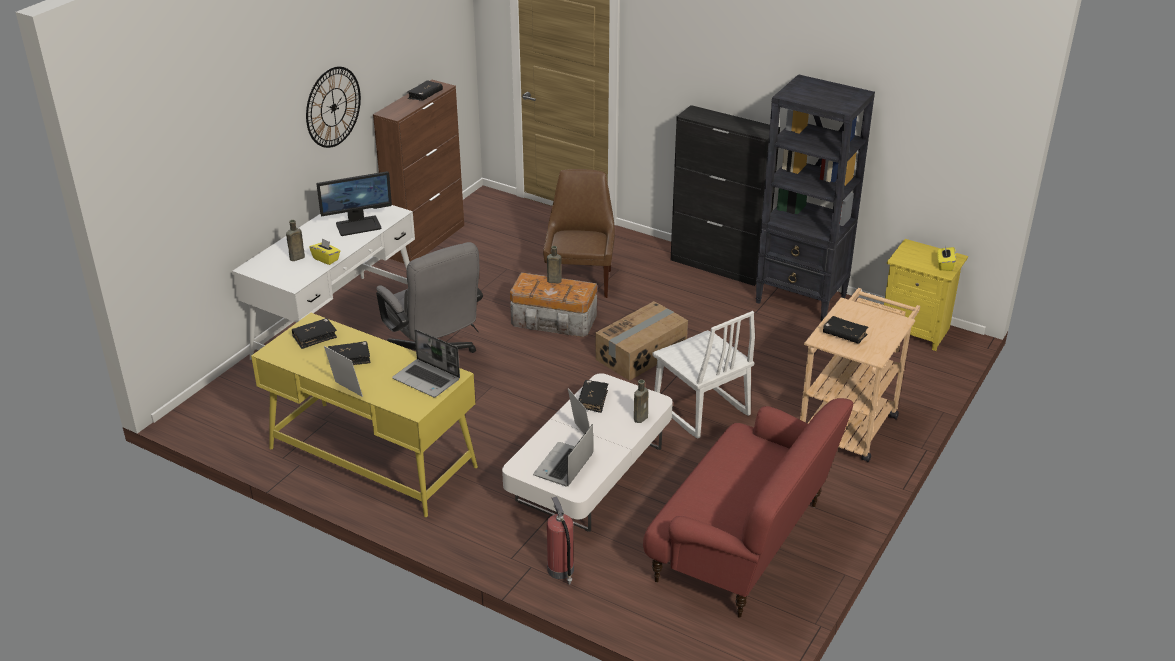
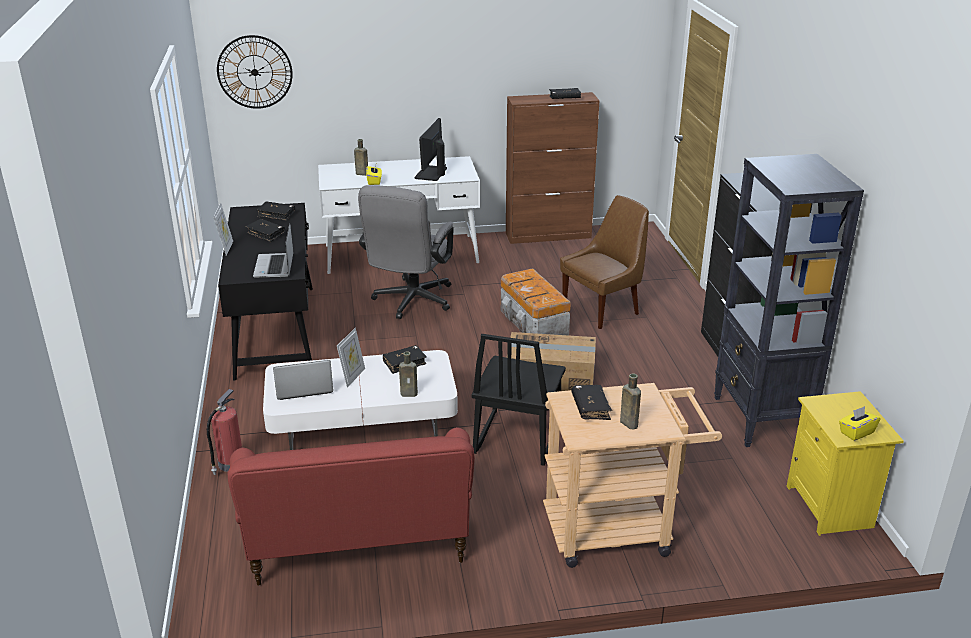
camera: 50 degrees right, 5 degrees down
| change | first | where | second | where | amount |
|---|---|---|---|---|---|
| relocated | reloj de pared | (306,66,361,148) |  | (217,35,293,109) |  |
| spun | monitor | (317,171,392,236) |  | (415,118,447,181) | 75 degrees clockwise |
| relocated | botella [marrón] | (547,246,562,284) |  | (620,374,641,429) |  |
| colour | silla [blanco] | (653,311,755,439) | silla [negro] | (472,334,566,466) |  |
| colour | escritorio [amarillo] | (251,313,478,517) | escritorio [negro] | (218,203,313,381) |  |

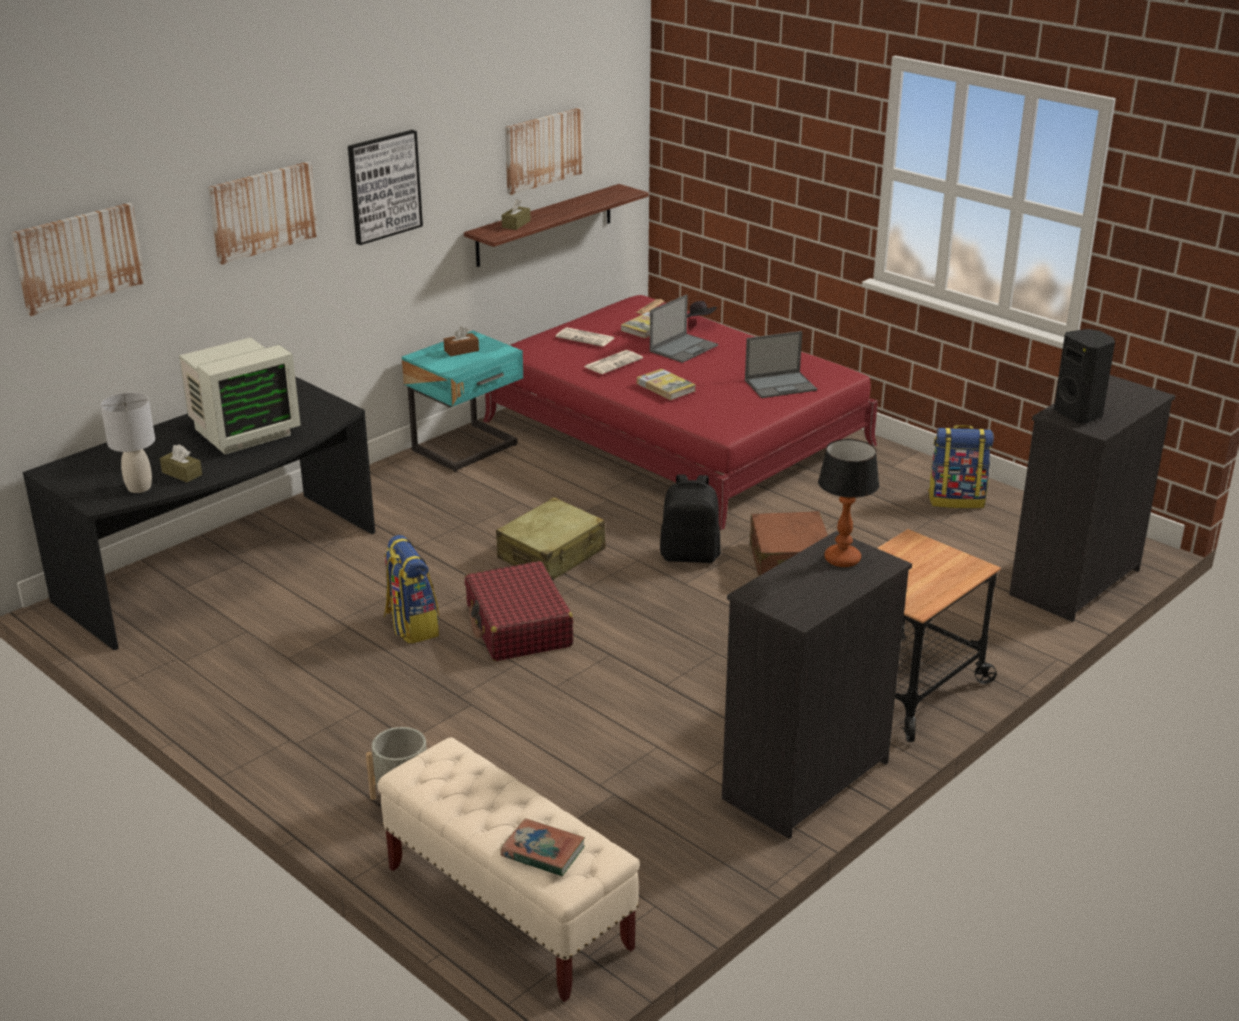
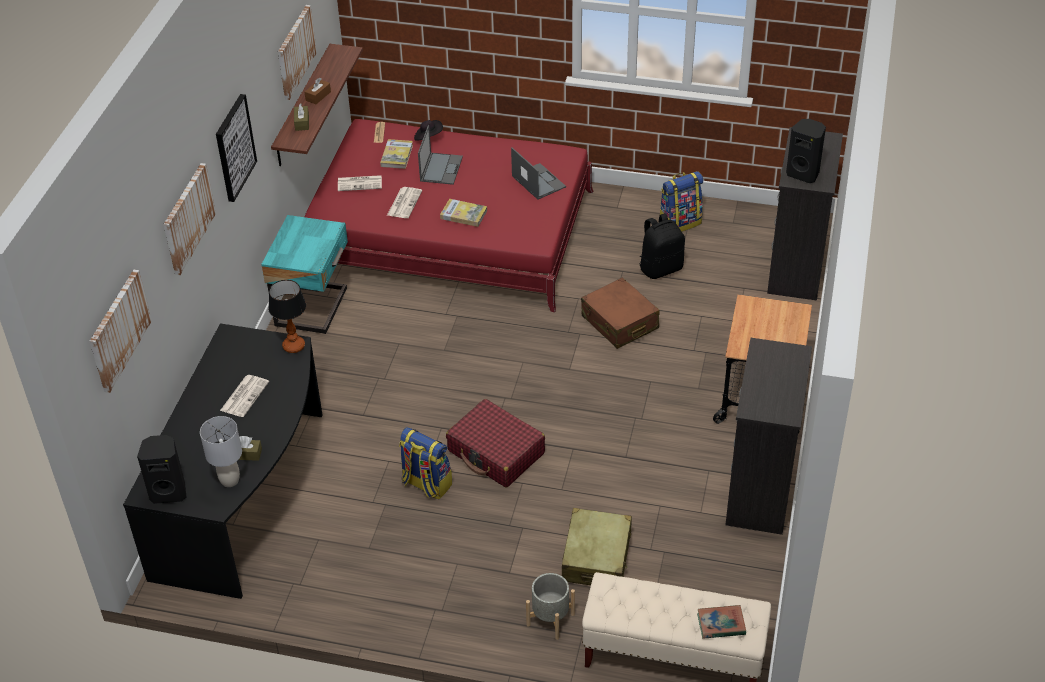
camera: 30 degrees left, 15 degrees up
| change | first | where | second | where | amount |
|---|---|---|---|---|---|
| relocated | caja de pañuelos [marrón] | (444,327,479,356) |  | (305,78,331,104) |  |
| spun | portátil | (745,331,817,398) |  | (511,147,566,200) | 75 degrees counterclockwise |
| exchanged | monitor | (179,337,301,454) | periódico | (220,375,269,417) |  |
| relocated | lámpara de mesa | (818,439,880,567) |  | (268,280,306,353) |  |
| relocated | mochila [negro] | (660,474,721,563) |  | (639,213,685,279) |  |
| relocated | maleta [beis] | (496,497,605,581) |  | (562,508,632,585) |  |
| appeared |  |  | altavoz [negro] | (137,435,186,504) |  |

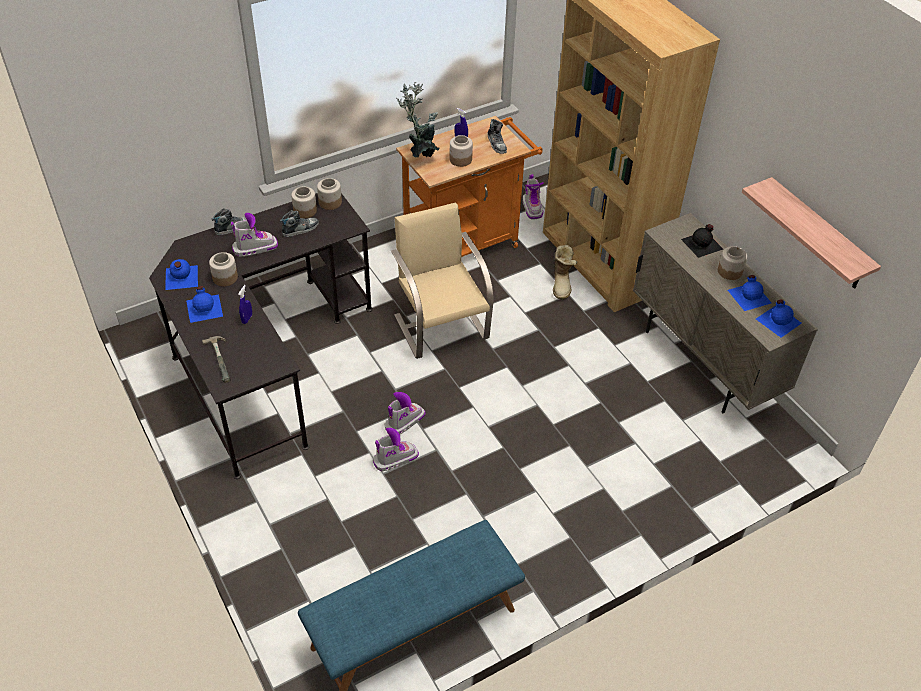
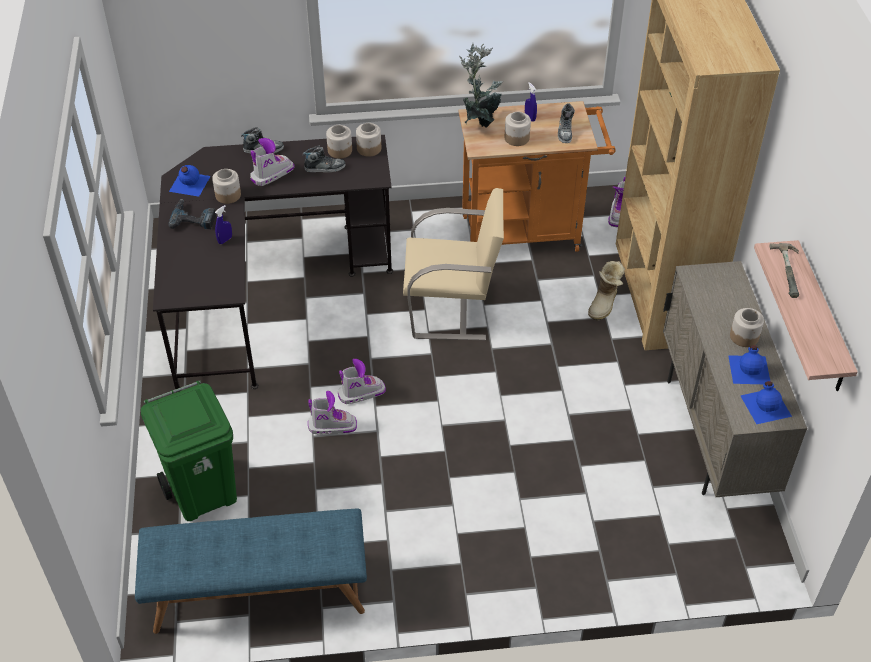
camera: 25 degrees right, 0 degrees up
| change | first | where | second | where | amount |
|---|---|---|---|---|---|
| spun | silla [beis] | (391,203,494,359) |  | (403,188,504,340) | 90 degrees clockwise |
| spun | bota | (231,213,278,257) |  | (250,138,294,186) | 45 degrees counterclockwise |
| missing | botella [negro] | (681,224,723,258) |  |  |  |
| exchanged | botella [azul] | (186,286,223,323) | taladro | (168,199,216,230) |  |
| relocated | martillo | (202,336,230,383) |  | (770,243,799,298) |  |
| appeared |  |  | papelera [verde] | (141,380,237,521) |  |

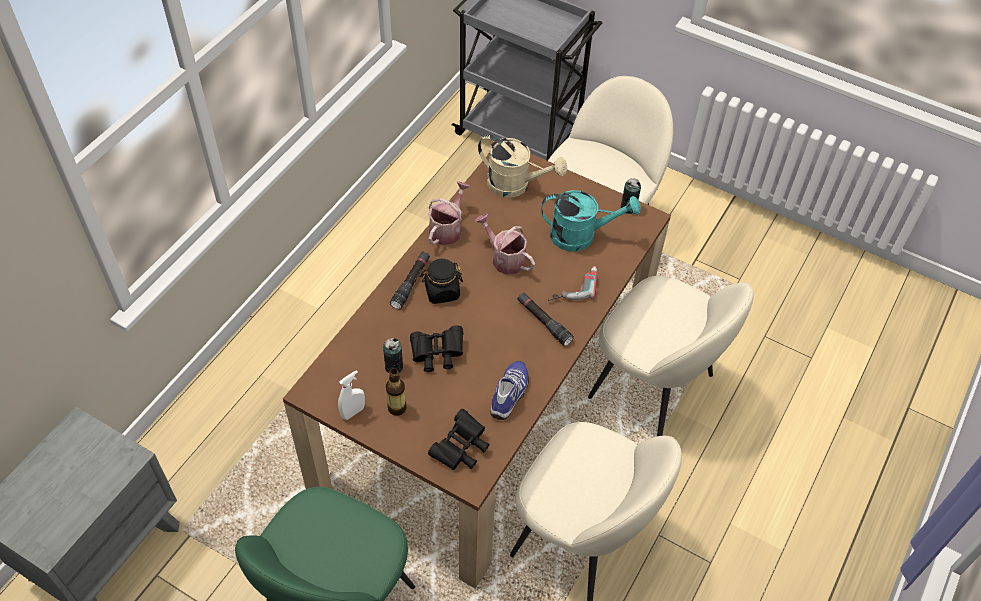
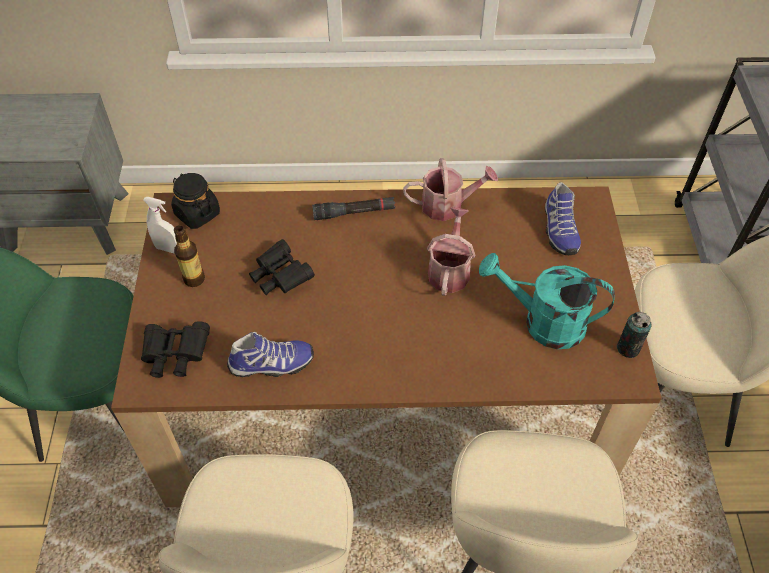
camera: 60 degrees right, 0 degrees up
| change | first | where | second | where | amount |
|---|---|---|---|---|---|
| exchanged | regadera [beis] | (478,135,567,198) | zapato | (545,182,581,255) |  |
| spun | regadera [turquesa] | (541,190,641,252) |  | (479,253,615,349) | 135 degrees clockwise |
| relocated | tarro [negro] | (420,259,463,304) |  | (171,173,220,229) |  |
| missing | taladro | (548,266,598,301) |  |  |  |
| missing | linterna [negro] | (517,292,574,346) |  |  |  |
| missing | lata | (383,338,403,373) |  |  |  |

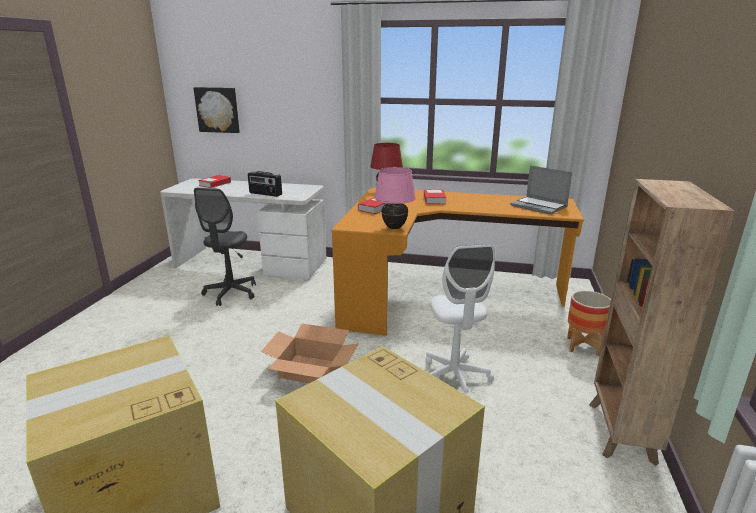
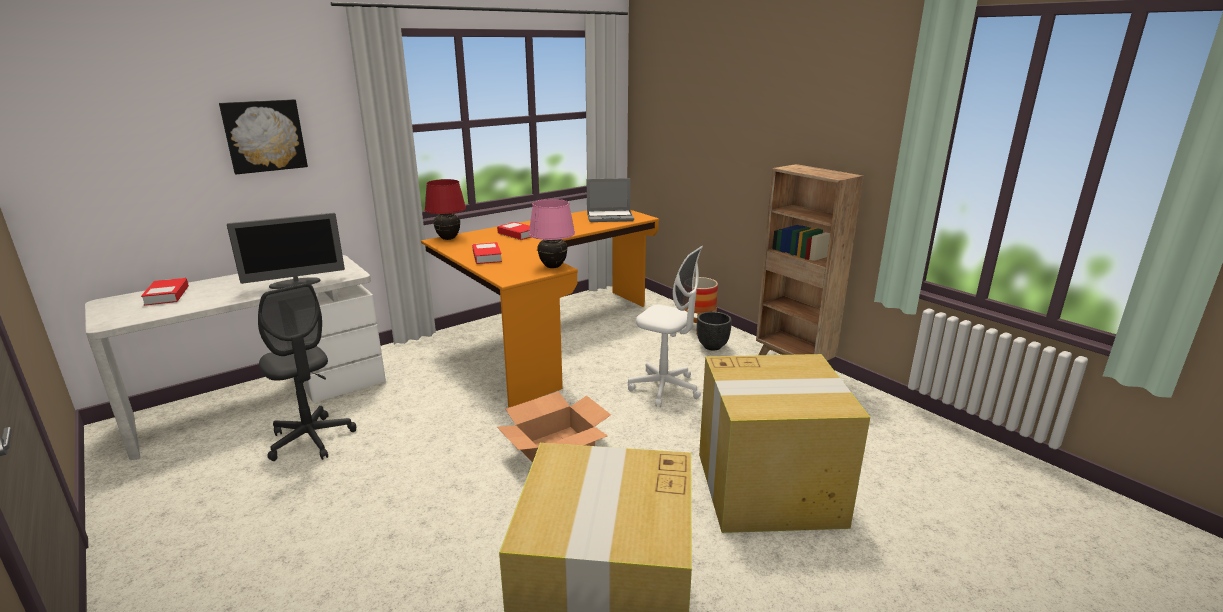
camera: 50 degrees left, 0 degrees up
| change | first | where | second | where | amount |
|---|---|---|---|---|---|
| relocated | cuadro | (194,87,240,133) |  | (219,99,308,174) |  |
| exchanged | radio | (248,171,282,197) | monitor | (227,213,345,289) |  |
| appeared |  |  | maceta [negro] | (697,312,732,350) |  |

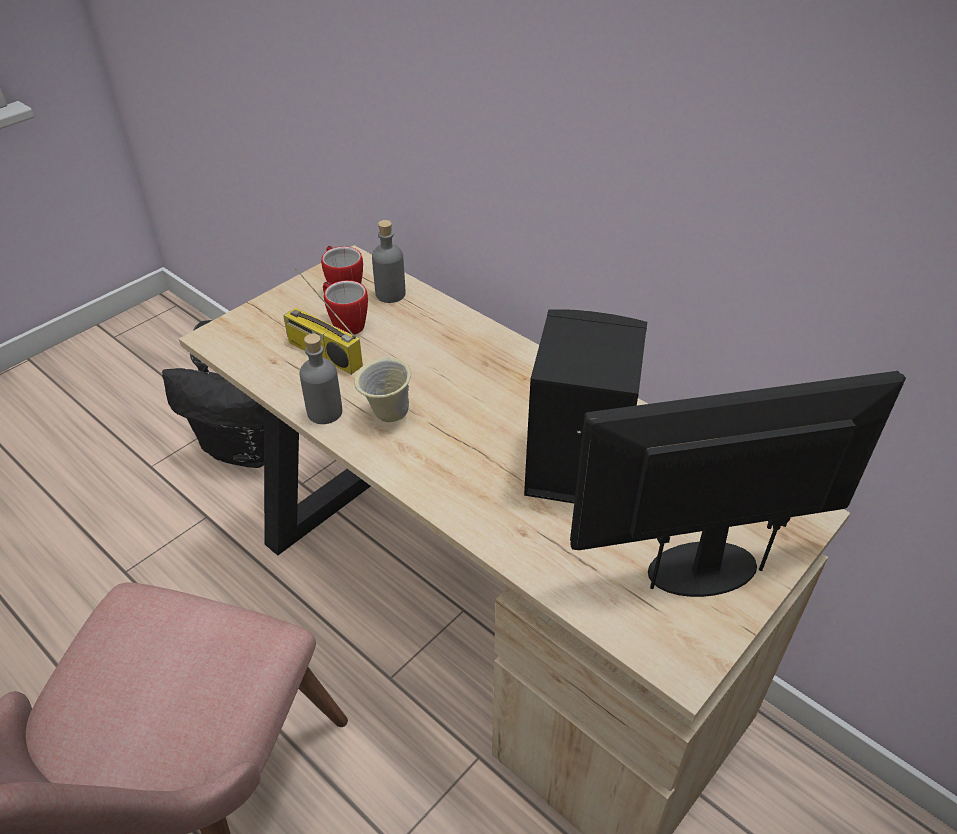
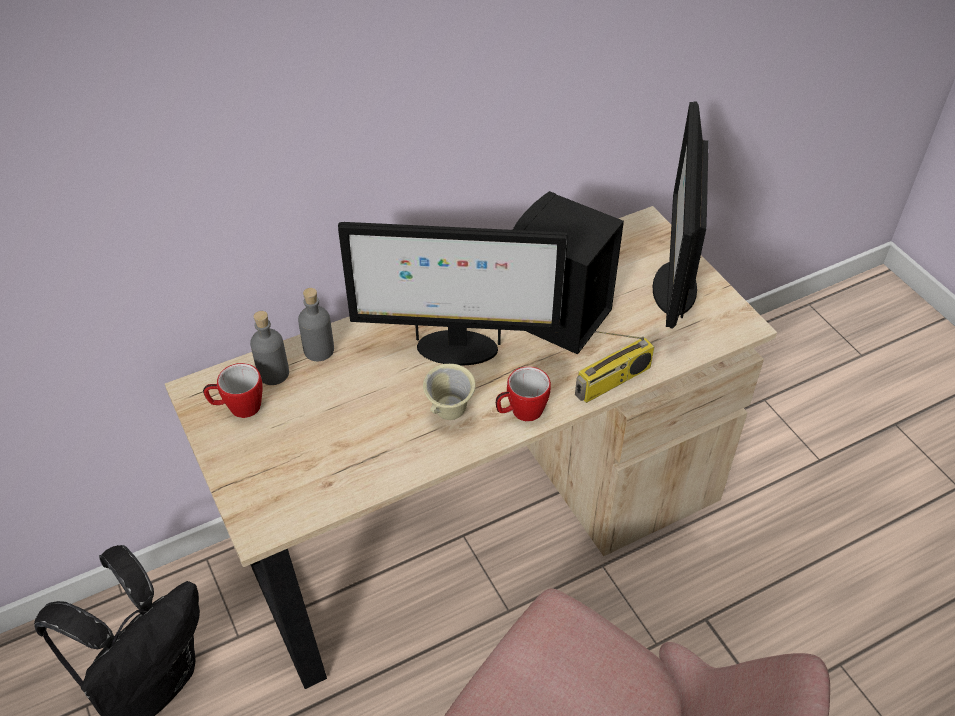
camera: 70 degrees left, 5 degrees up
| change | first | where | second | where | amount |
|---|---|---|---|---|---|
| relocated | radio | (283,268,363,375) |  | (575,331,655,403) |  |
| relocated | taza grande | (323,280,368,335) |  | (496,366,551,421) |  |
| relocated | botella [gris] | (299,334,342,424) |  | (298,288,334,361) |  |
| appeared |  |  | monitor | (338,222,568,365) |  |

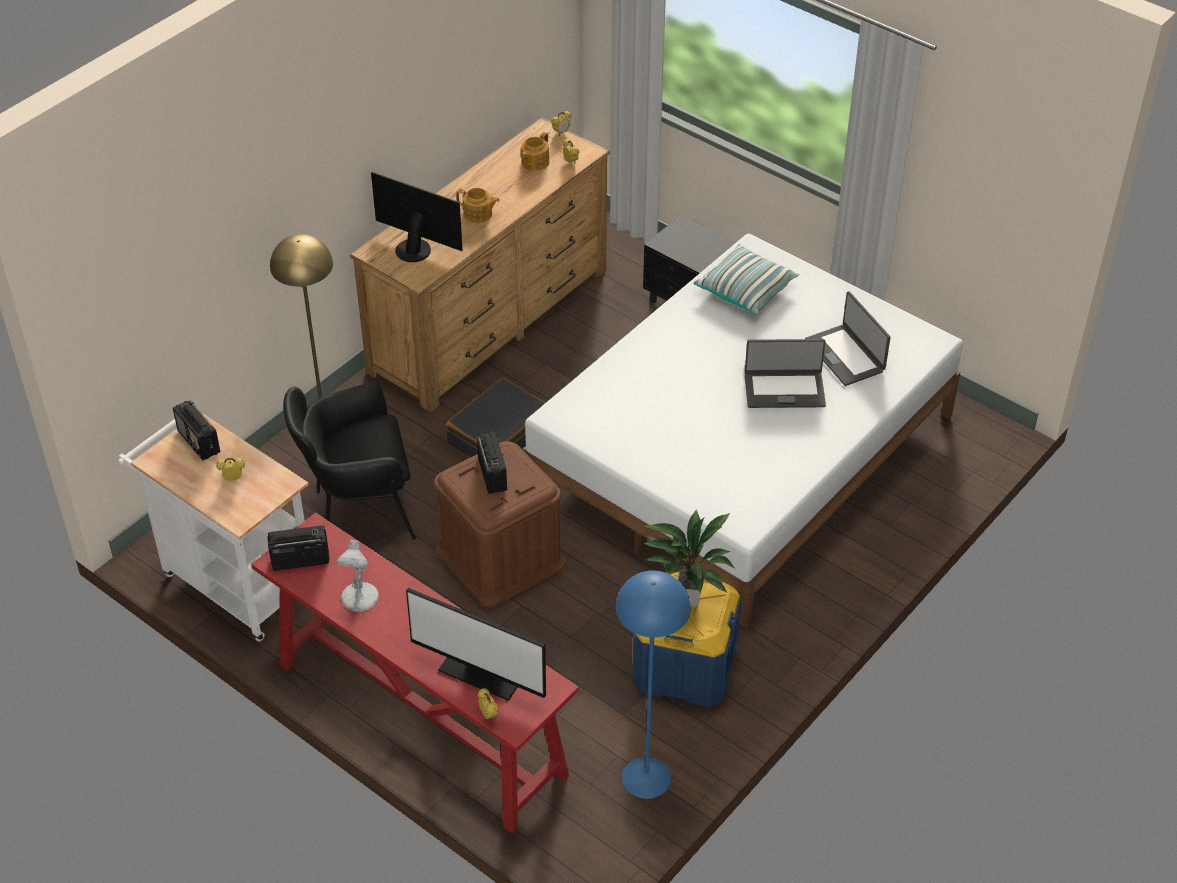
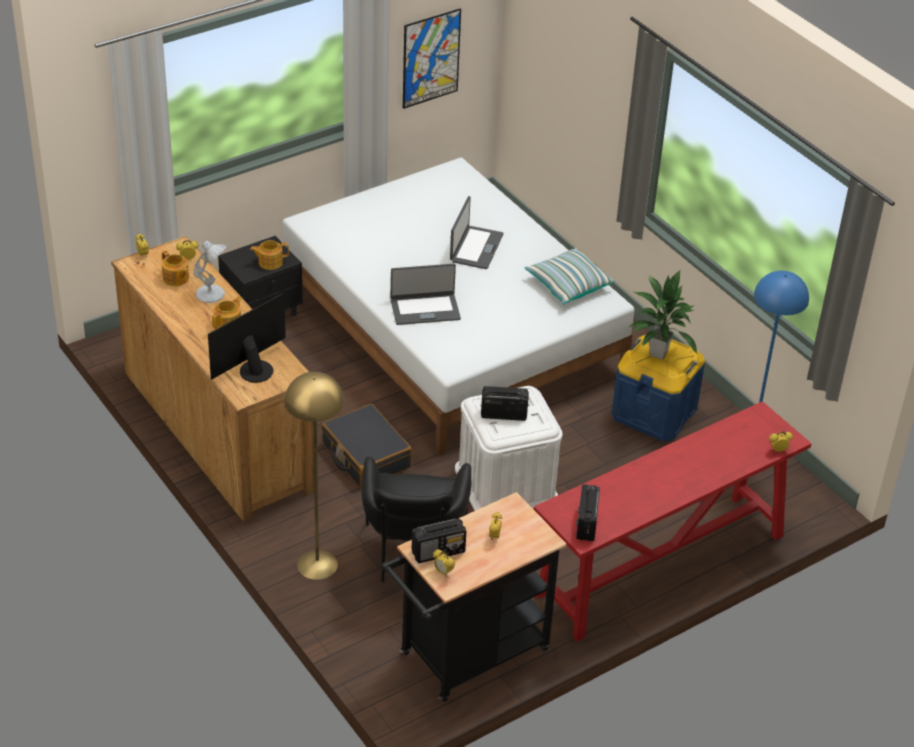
camera: 75 degrees left, 5 degrees down
| change | first | where | second | where | amount |
|---|---|---|---|---|---|
| relocated | cojín | (694,244,800,315) |  | (525,248,615,304) |  |
| relocated | portátil | (805,291,891,386) |  | (391,264,461,325) |  |
| colour | carrito [blanco] | (118,412,309,642) | carrito [negro] | (381,492,567,702) |  |
| colour | caja de almacenaje [marrón] | (434,441,565,607) | caja de almacenaje [blanco] | (455,386,563,511) |  |
| relocated | lámpara de mesa [blanco] | (336,540,379,612) |  | (193,240,227,303) |  |
| missing | monitor | (406,588,546,701) |  |  |  |
| appeared |  |  | cuadro | (403,8,461,109) |  |
| appeared |  |  | tetera | (250,240,289,270) |  |
| appeared |  |  | despertador | (433,549,455,577) |  |

